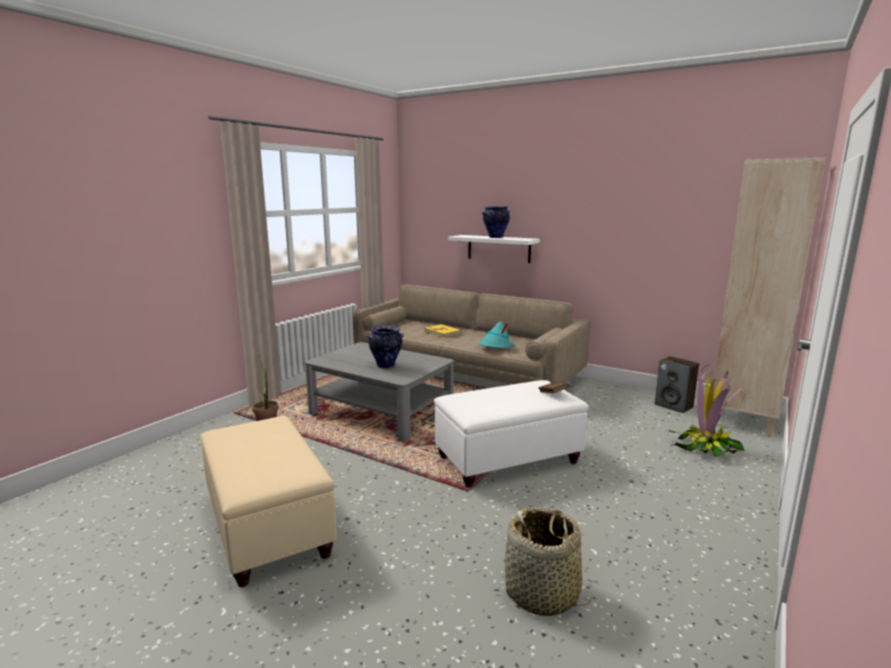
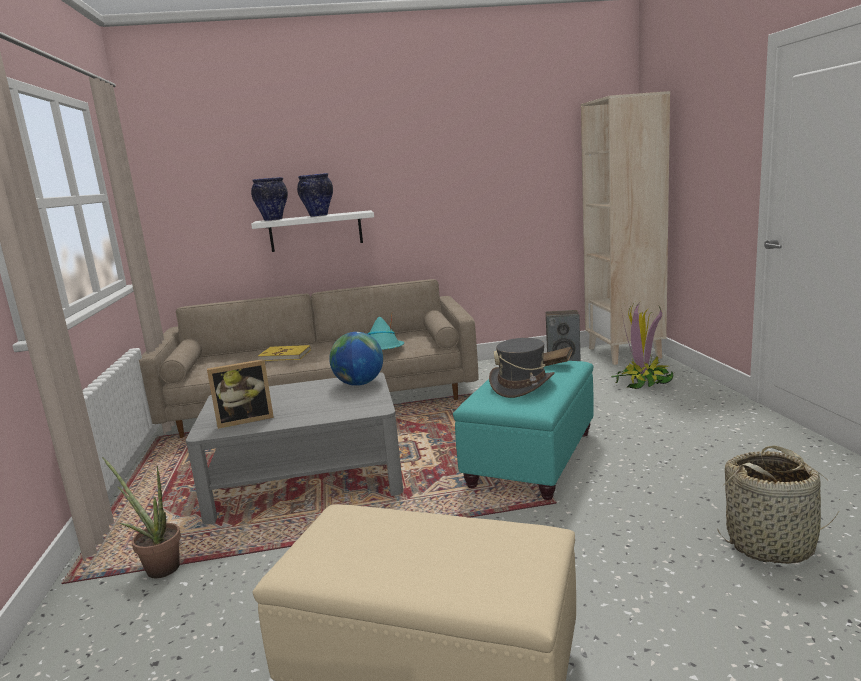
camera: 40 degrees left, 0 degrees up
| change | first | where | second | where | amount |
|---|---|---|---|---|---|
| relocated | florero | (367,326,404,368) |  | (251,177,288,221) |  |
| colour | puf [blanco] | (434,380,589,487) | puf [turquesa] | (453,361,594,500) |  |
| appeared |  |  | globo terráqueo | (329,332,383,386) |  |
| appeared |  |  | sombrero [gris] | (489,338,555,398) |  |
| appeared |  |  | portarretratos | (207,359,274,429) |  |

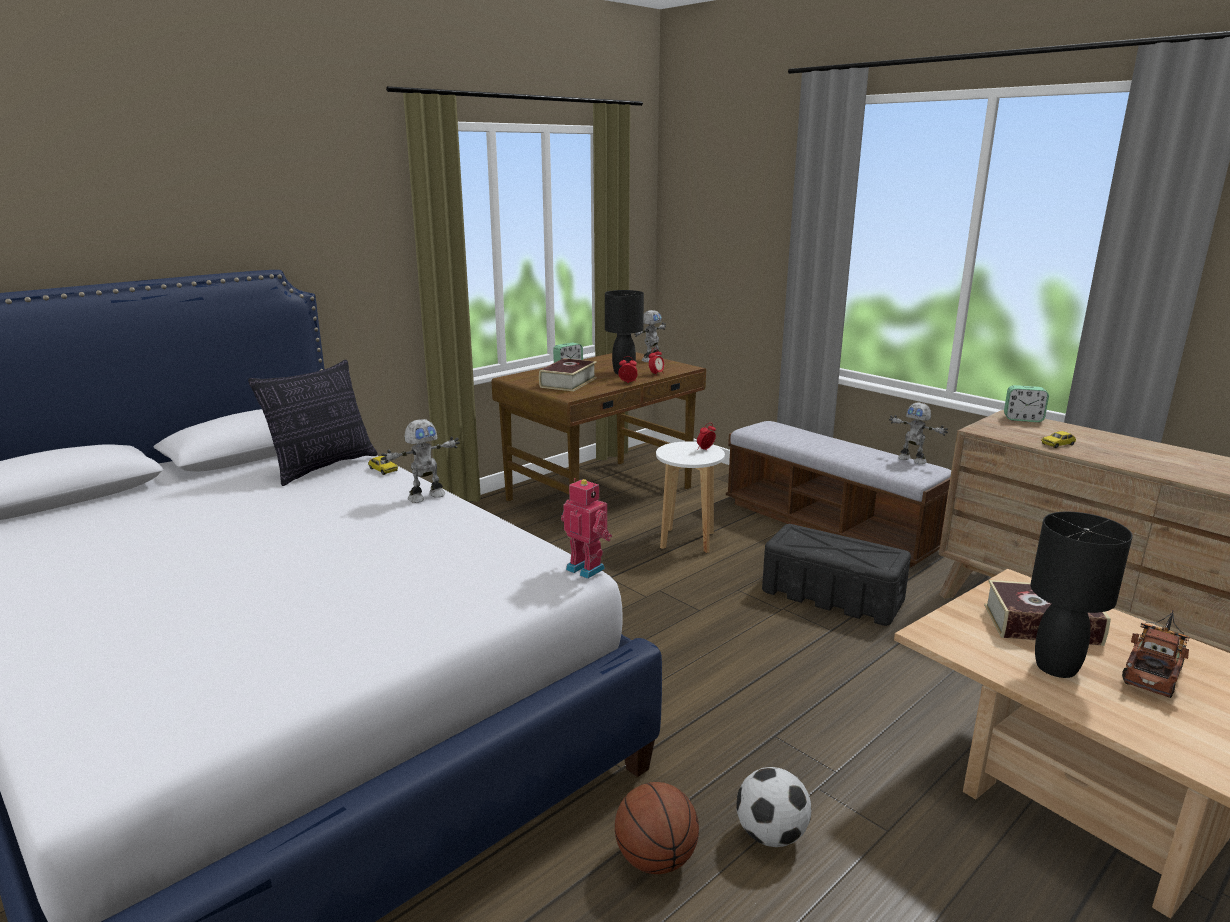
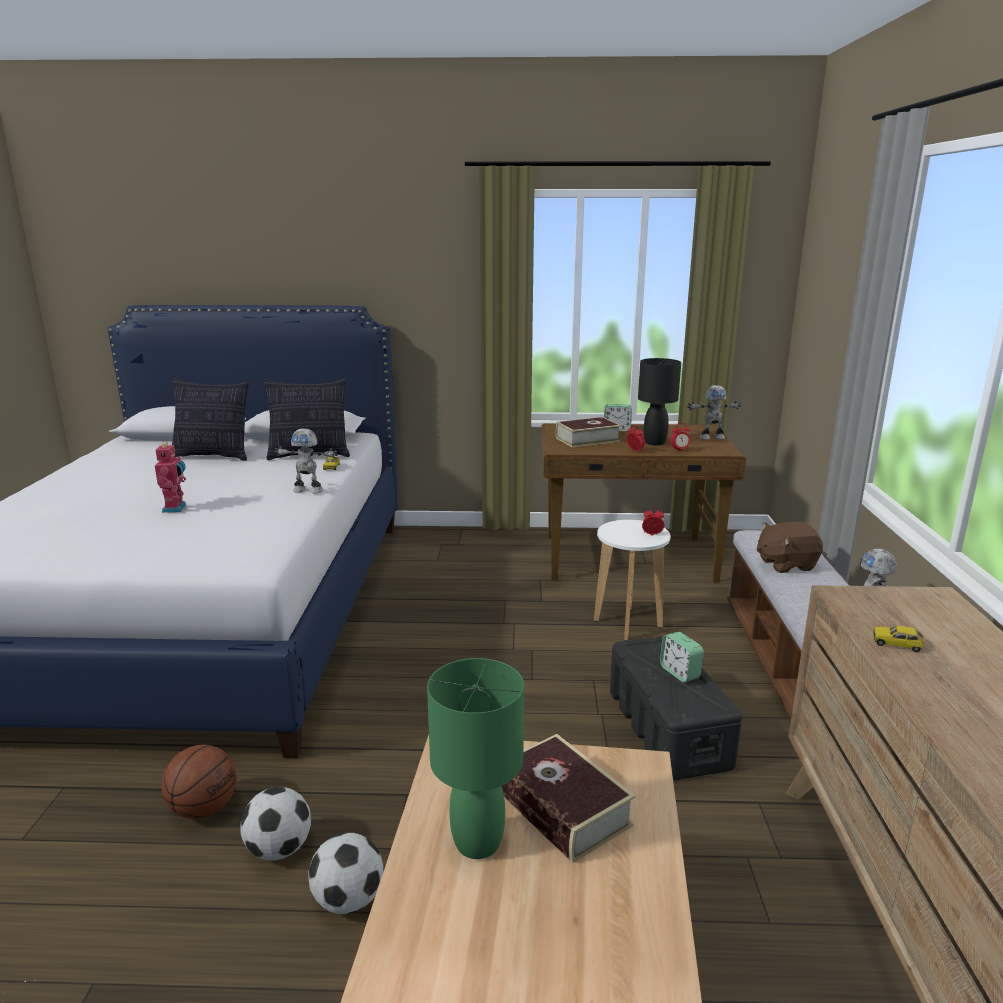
camera: 45 degrees right, 0 degrees up
| change | first | where | second | where | amount |
|---|---|---|---|---|---|
| relocated | despertador | (1004,385,1049,422) |  | (660,632,704,682) |  |
| relocated | robot de juguete | (561,478,612,579) |  | (155,443,186,513) |  |
| colour | lámpara de mesa [negro] | (1031,512,1133,678) | lámpara de mesa [verde] | (427,658,524,859) |  |
| missing | camión de juguete | (1122,610,1190,698) |  |  |  |
| appeared |  |  | cojín | (172,378,249,461) |  |
| appeared |  |  | peluche [marrón] | (757,522,823,573) |  |
| appeared |  |  | balón de fútbol | (308,833,384,914) |  |

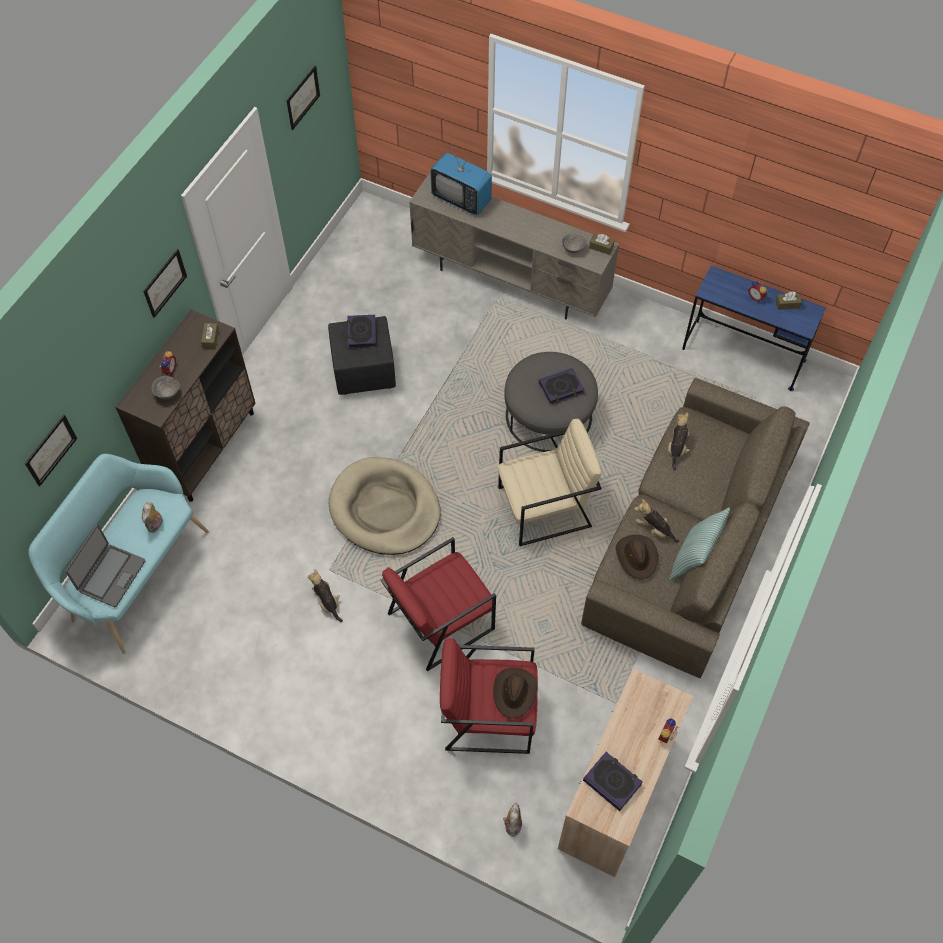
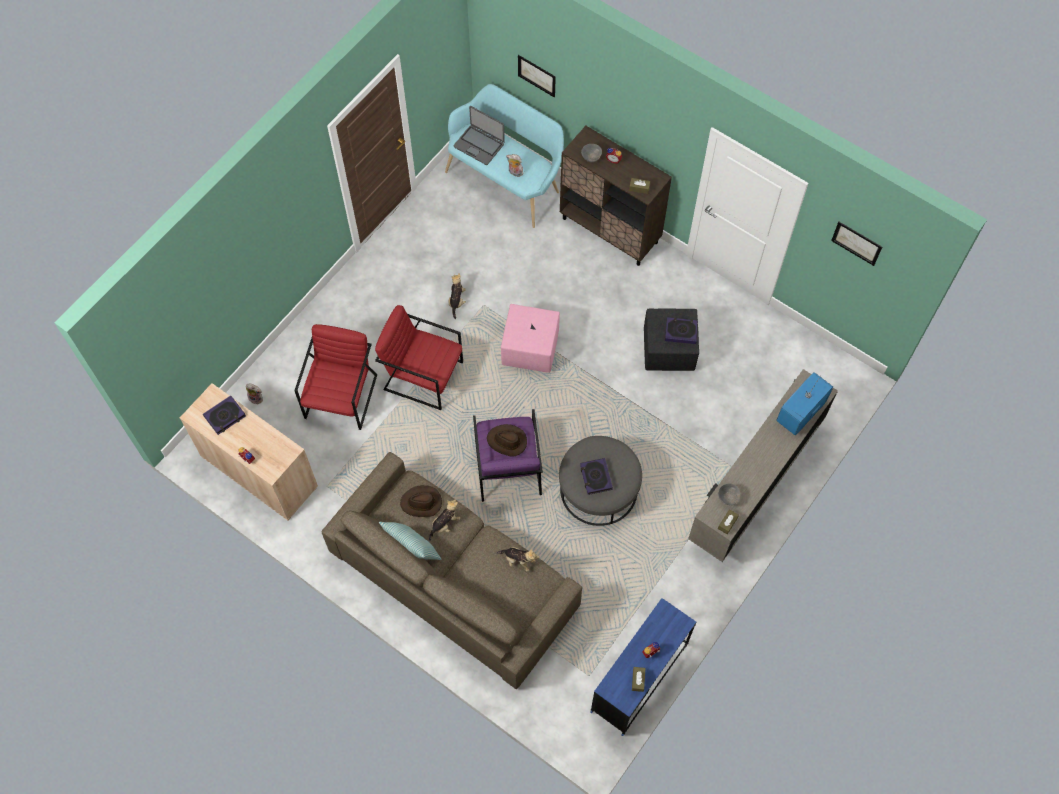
camera: 100 degrees right, 5 degrees up
| change | first | where | second | where | amount |
|---|---|---|---|---|---|
| missing | cuadro | (143,249,187,318) |  |  |  |
| colour | sillón [beis] | (498,419,601,546) | sillón [morado] | (473,409,543,502) |  |
| exchanged | cama para perro [beis] | (329,457,441,555) | puf [rosa] | (501,304,560,373) |  |
| spun | sillón [rojo] | (381,537,496,671) |  | (375,305,463,410) | 45 degrees counterclockwise |
| spun | peluche | (308,569,343,622) |  | (449,273,466,319) | 60 degrees counterclockwise |
| relocated | sombrero [marrón] | (493,668,537,719) |  | (487,424,527,457) |  |

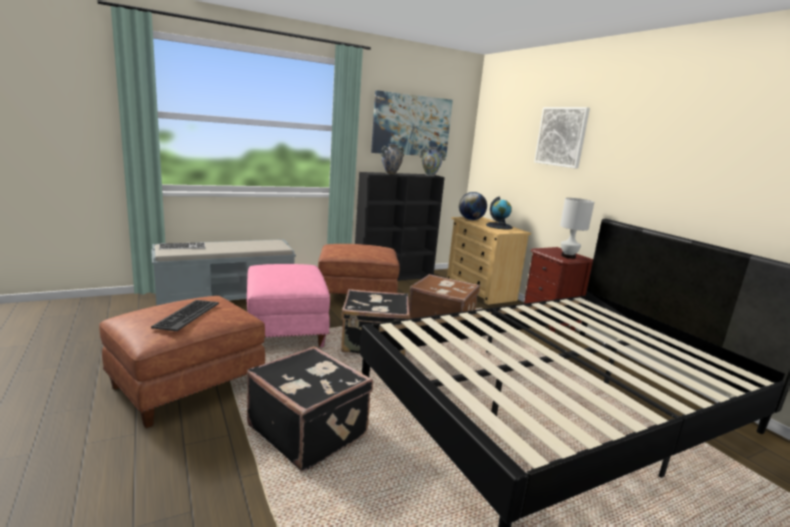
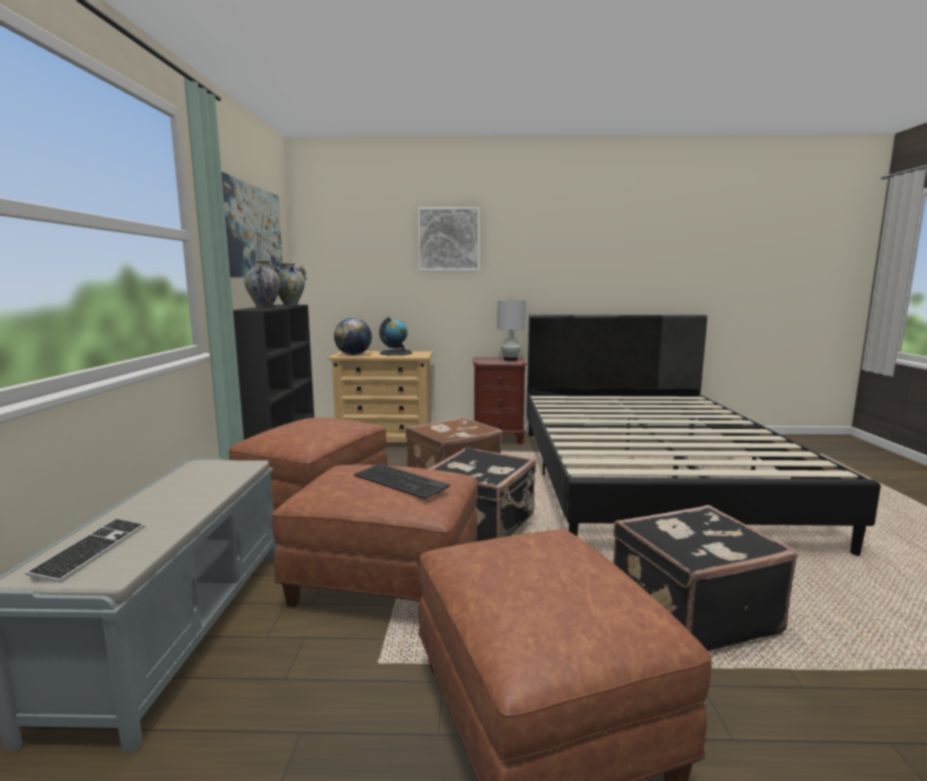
camera: 60 degrees left, 5 degrees down
| change | first | where | second | where | amount |
|---|---|---|---|---|---|
| colour | puf [rosa] | (247,264,330,347) | puf [marrón] | (272,465,478,607) |  |
| relocated | teclado | (151,300,219,331) |  | (354,463,450,499) |  |

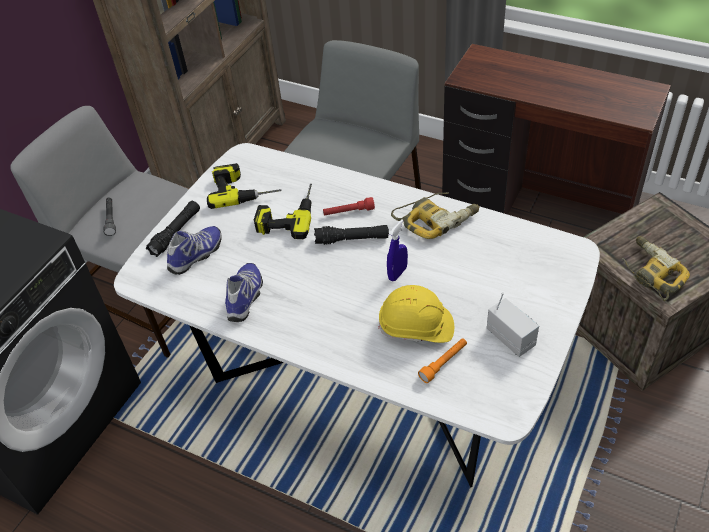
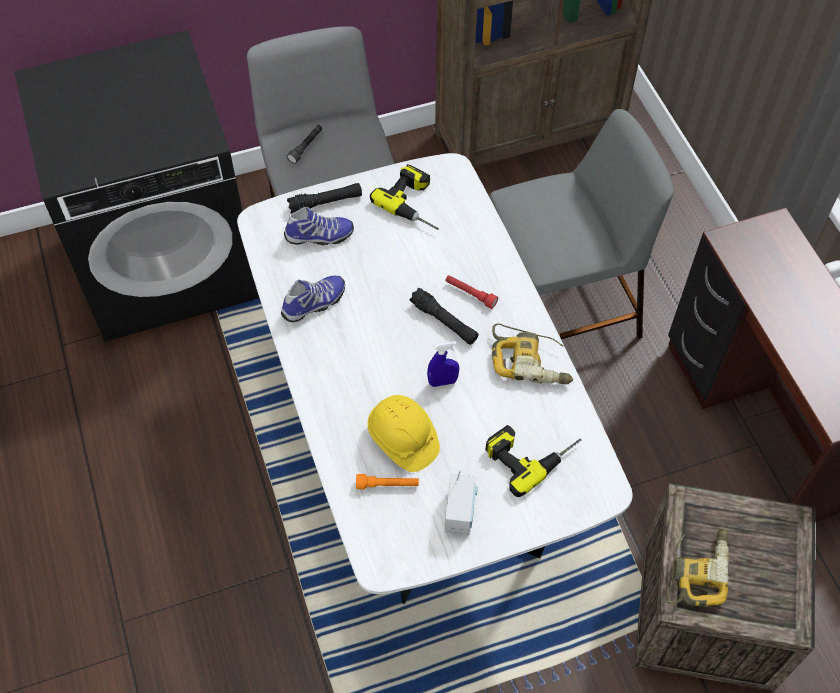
camera: 40 degrees right, 10 degrees up
| change | first | where | second | where | amount |
|---|---|---|---|---|---|
| relocated | taladro | (254,184,312,239) |  | (486,425,581,497) |  |

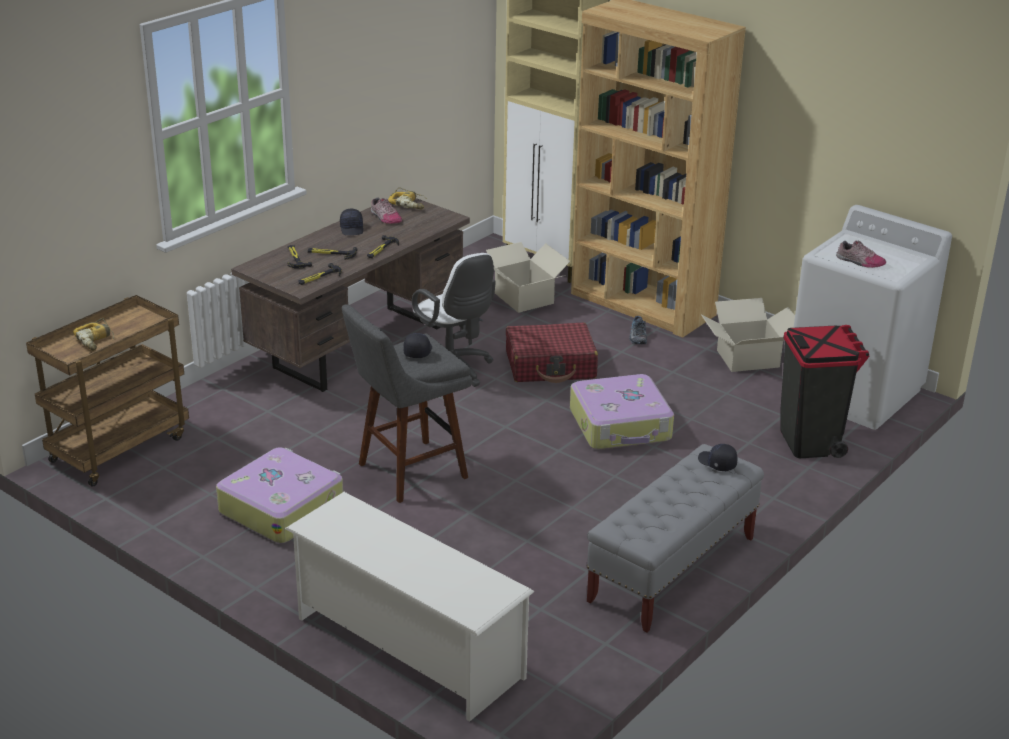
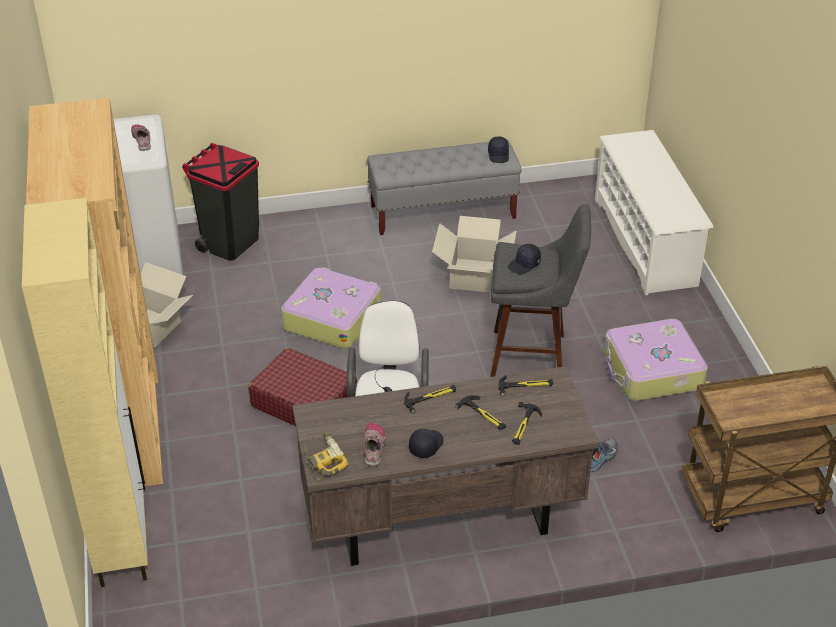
camera: 140 degrees left, 10 degrees up
| change | first | where | second | where | amount |
|---|---|---|---|---|---|
| relocated | caja de cartón | (486,242,570,313) |  | (432,216,517,293) |  |
| relocated | zapato | (630,316,647,344) |  | (590,438,618,472) |  |
| missing | taladro | (73,318,114,351) |  |  |  |
| relocated | gorra [negro] | (698,444,738,471) |  | (488,136,509,163) |  |

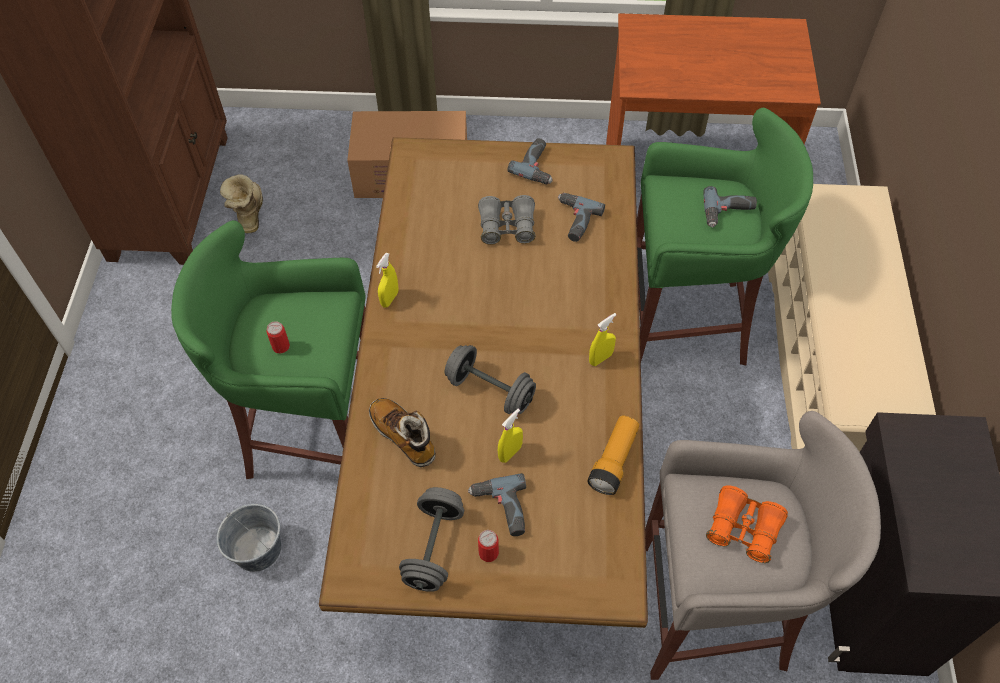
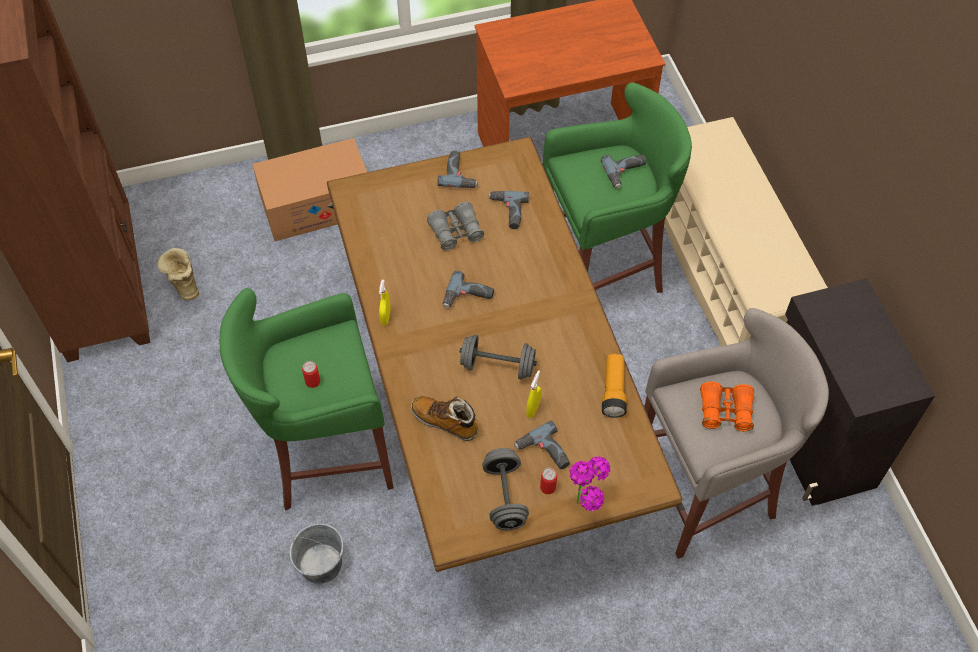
camera: 20 degrees left, 0 degrees up
| change | first | where | second | where | amount |
|---|---|---|---|---|---|
| missing | pulverizador [amarillo] | (589,313,616,366) |  |  |  |
| appeared |  |  | taladro | (443,271,494,308) |  |
| appeared |  |  | planta en maceta | (570,456,611,511) |  |

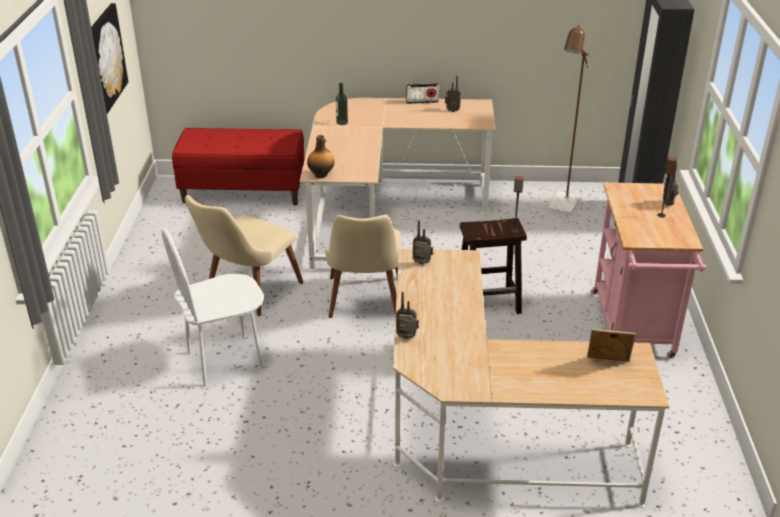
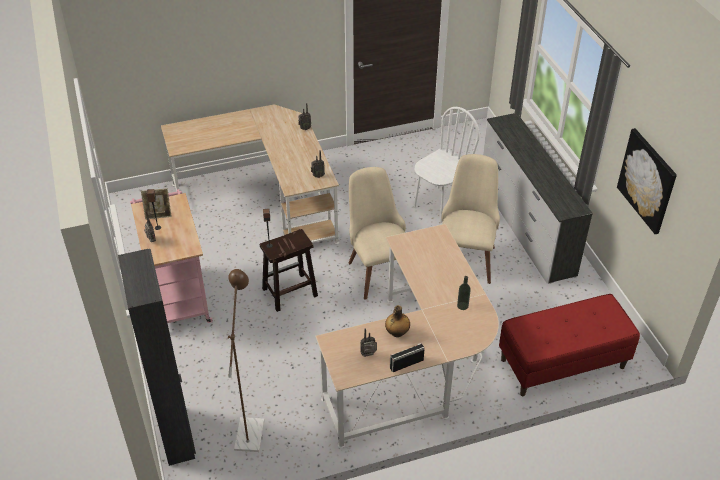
camera: 160 degrees right, 10 degrees up
| change | first | where | second | where | amount |
|---|---|---|---|---|---|
| relocated | botella | (307,135,335,178) |  | (385,305,410,337) |  |
| relocated | portarretratos | (587,329,636,362) |  | (141,188,172,220) |  |
| appeared |  |  | cómoda [blanco] | (483,113,593,284) |  |

